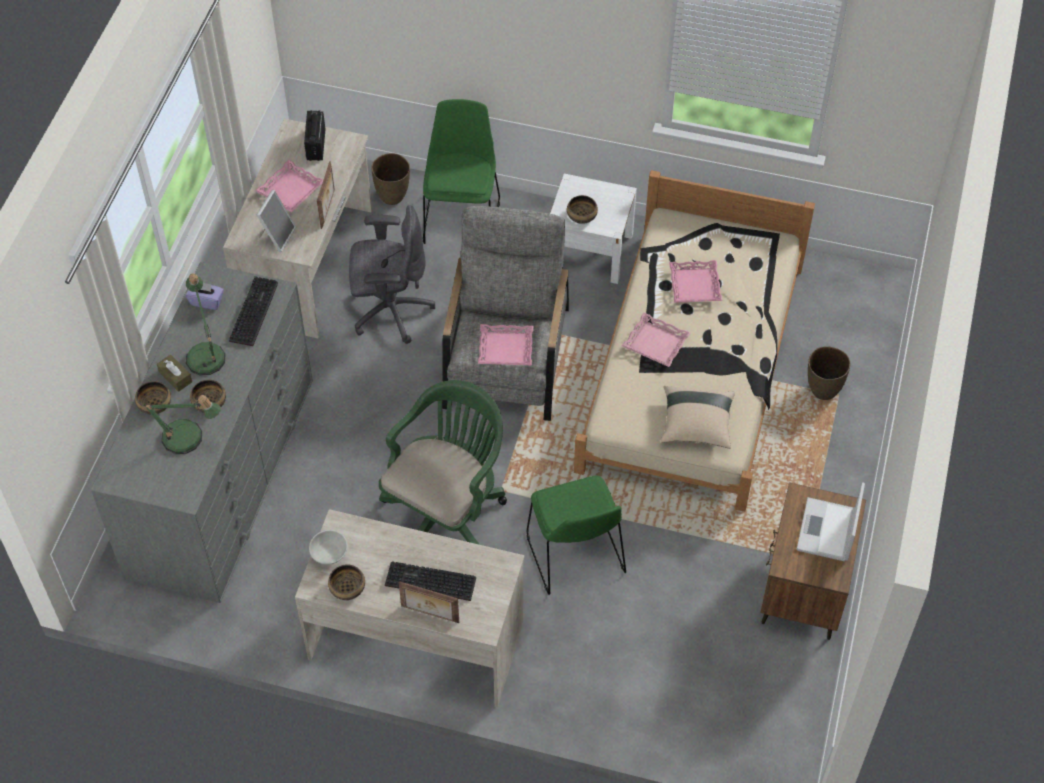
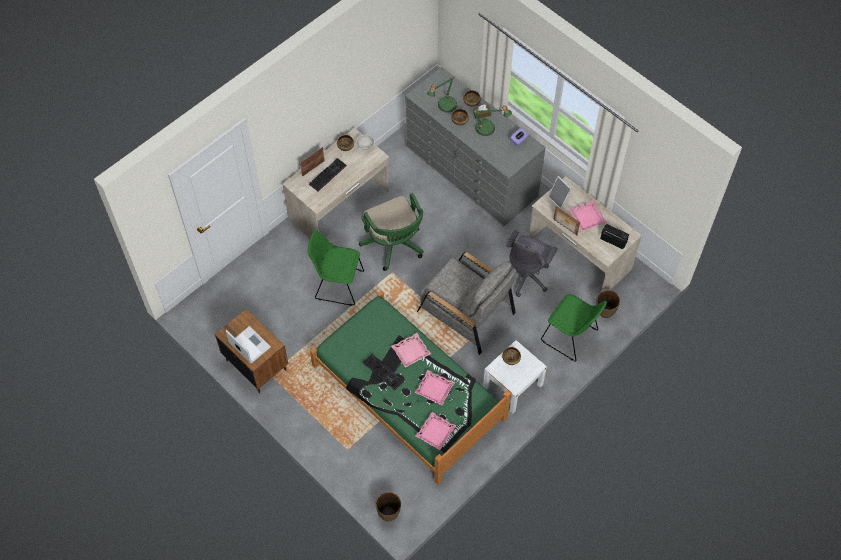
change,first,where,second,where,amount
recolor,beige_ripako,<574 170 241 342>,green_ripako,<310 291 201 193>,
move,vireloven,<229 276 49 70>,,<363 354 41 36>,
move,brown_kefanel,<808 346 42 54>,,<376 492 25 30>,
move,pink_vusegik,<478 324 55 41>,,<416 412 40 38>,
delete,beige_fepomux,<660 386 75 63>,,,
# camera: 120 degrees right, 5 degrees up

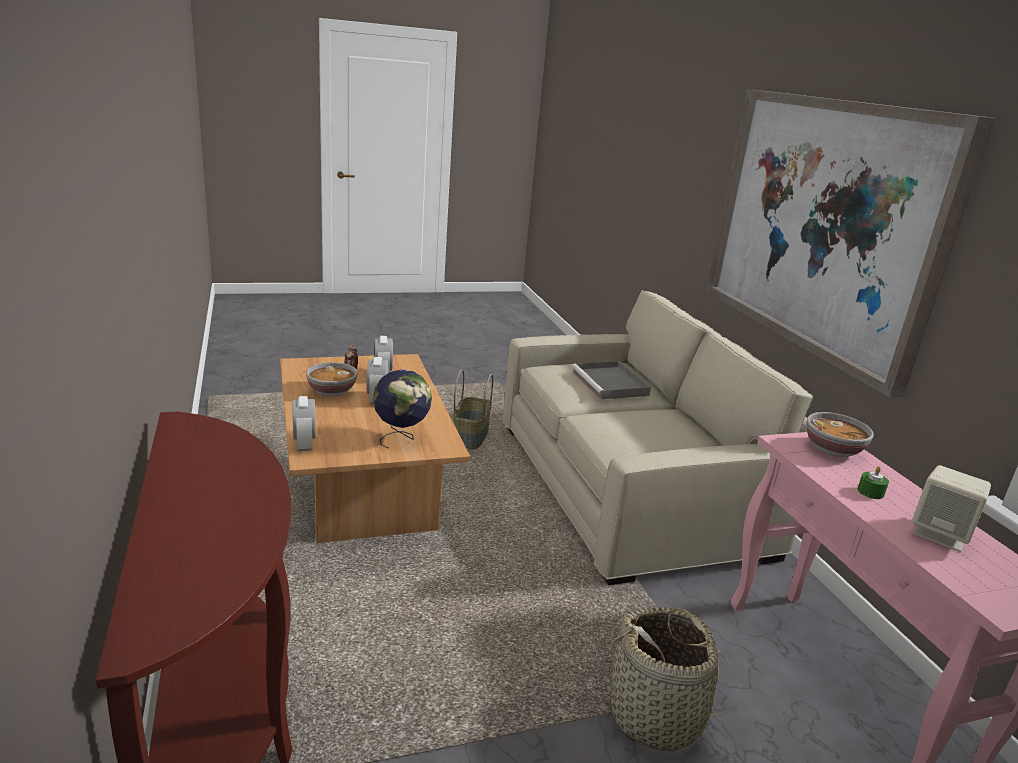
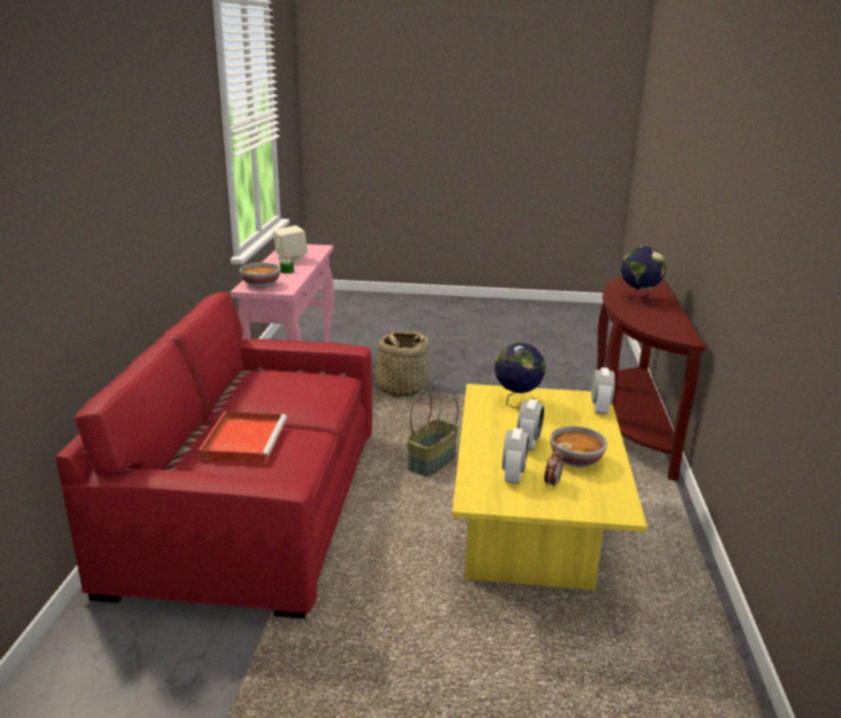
change,first,where,second,where,amount
recolor,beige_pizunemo,<503 290 310 295>,red_pizunemo,<56 292 316 327>,
recolor,grey_vusegik,<572 361 79 39>,red_vusegik,<199 411 88 53>,
move,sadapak,<453 369 40 80>,,<407 389 52 87>,
recolor,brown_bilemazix,<280 354 190 189>,yellow_bilemazix,<452 384 195 206>,
insert,,,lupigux,<621 246 45 60>,
delete,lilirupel,<706 89 289 309>,,,
# camera: 155 degrees left, 0 degrees up

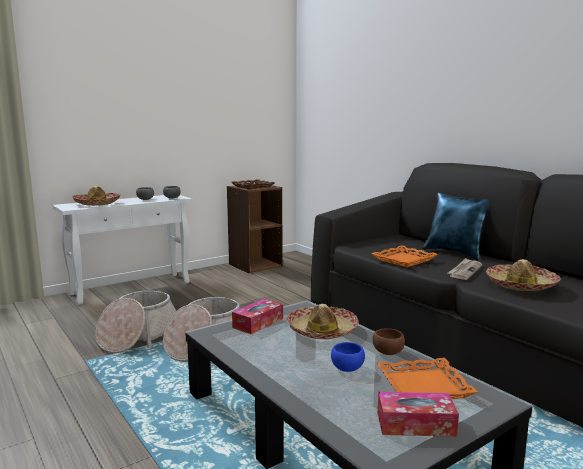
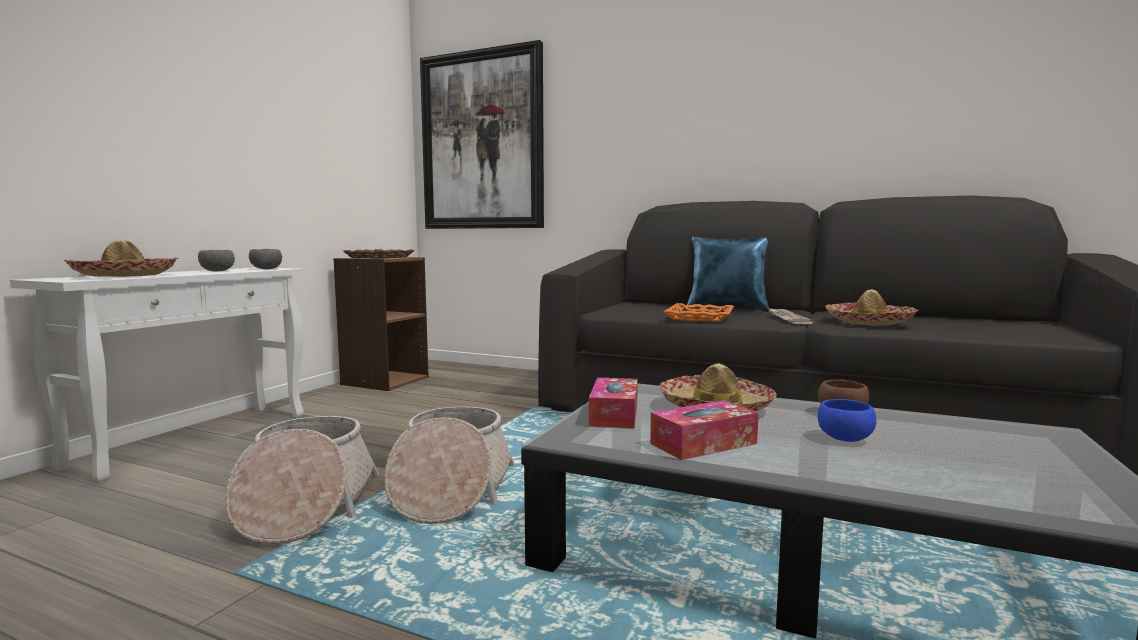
change,first,where,second,where,amount
insert,,,lilirupel,<420 40 124 189>,
move,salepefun,<378 392 81 45>,,<650 400 109 60>,
delete,orange_vusegik,<377 358 101 41>,,,
# camera: 30 degrees left, 5 degrees down

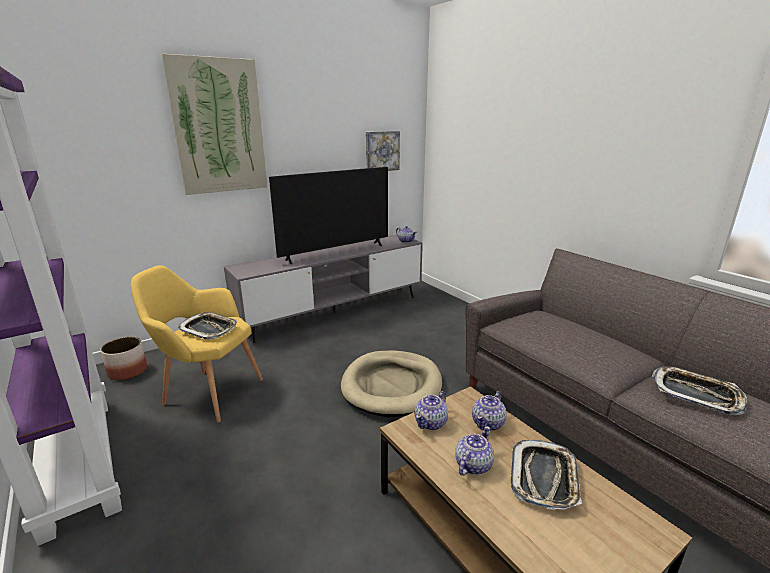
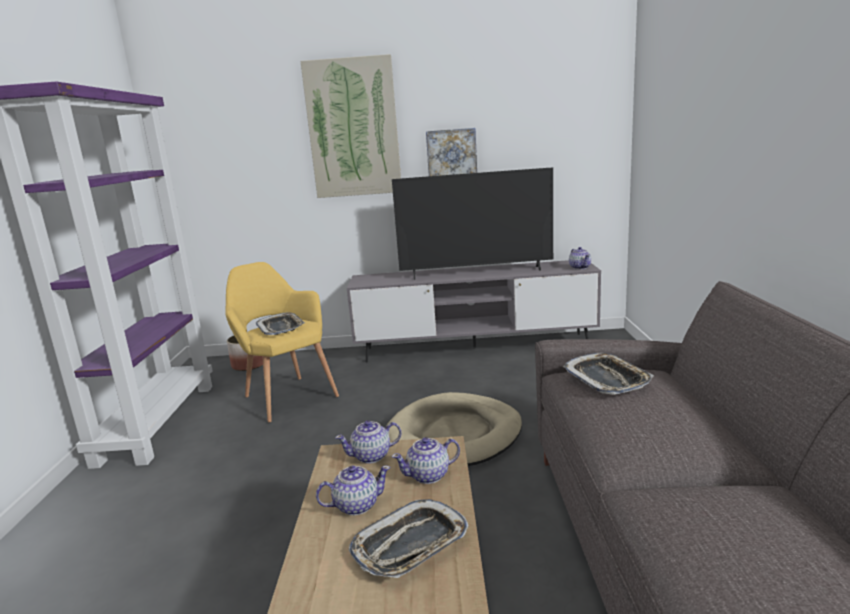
change,first,where,second,where,amount
move,lilirupel,<366 131 34 40>,,<426 128 51 48>,
move,vusegik,<652 366 95 49>,,<563 353 91 42>,
# camera: 35 degrees right, 5 degrees down

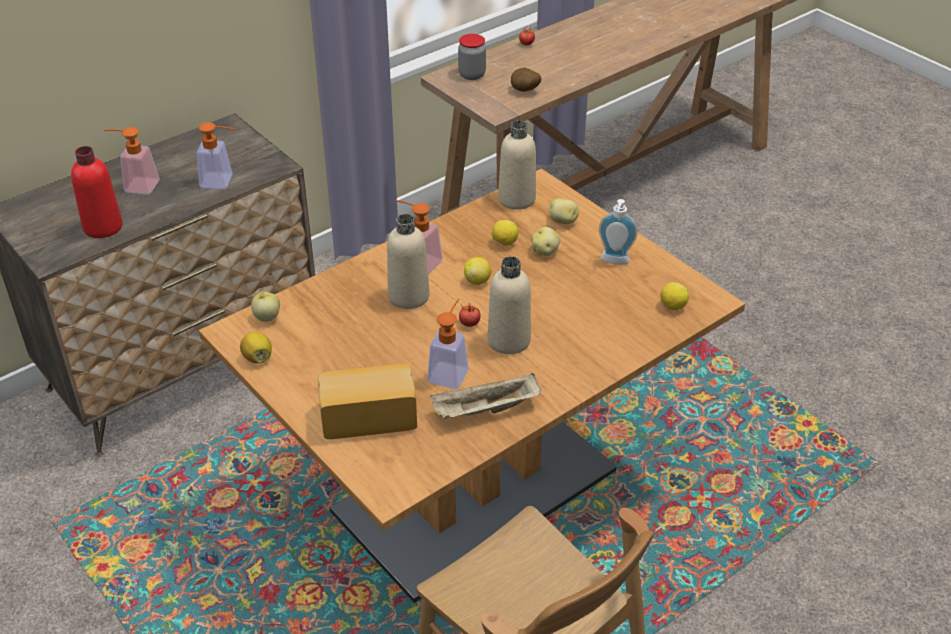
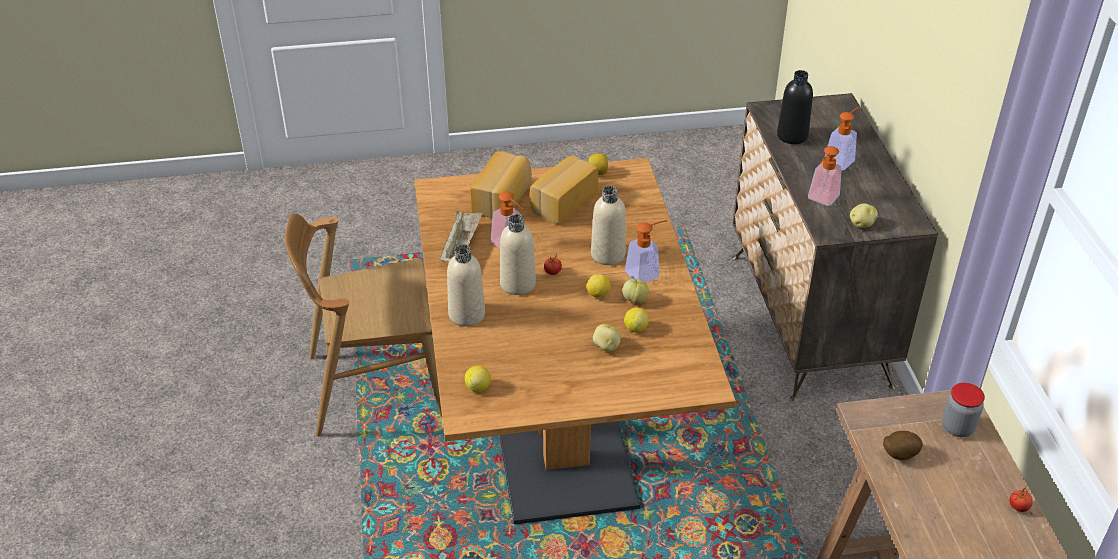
change,first,where,second,where,amount
move,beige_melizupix,<498 121 38 89>,,<447 244 38 83>,
insert,,,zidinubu,<529 156 70 68>,
move,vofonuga,<251 291 29 31>,,<623 279 26 25>,
recolor,red_melizupix,<71 146 52 92>,black_melizupix,<777 70 36 74>,
move,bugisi,<549 198 30 26>,,<850 203 28 25>,
delete,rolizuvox,<599 199 39 66>,,,
# camera: 120 degrees right, 0 degrees up

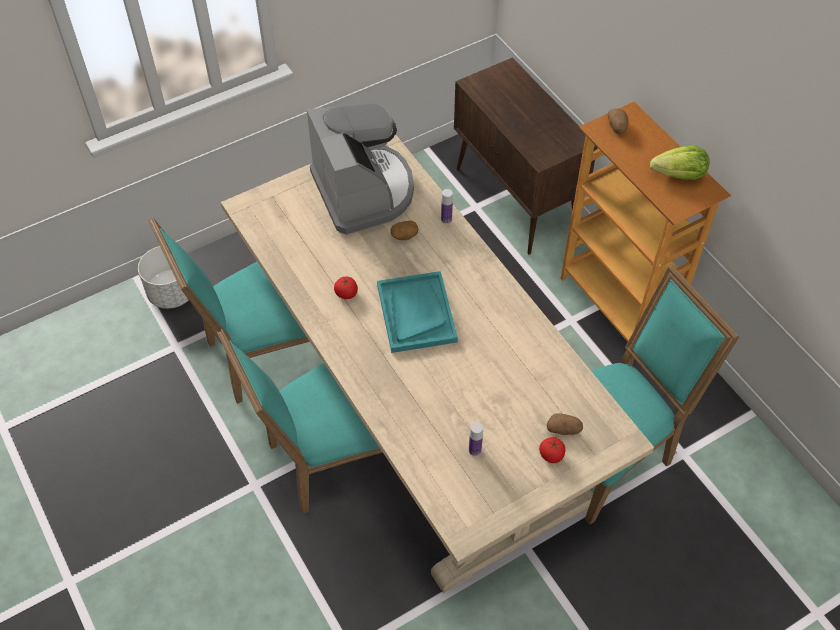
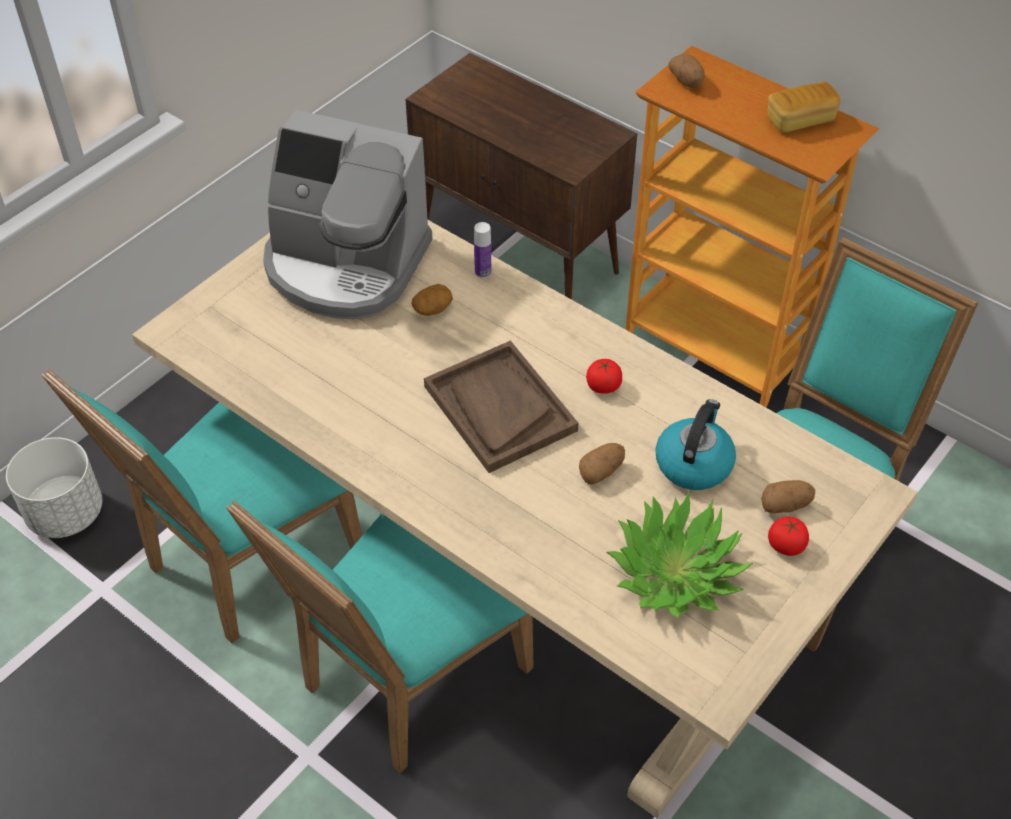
change,first,where,second,where,amount
rotate,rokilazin,<307 104 107 131>,,<263 110 169 210>,150 degrees clockwise
recolor,turquoise_vusegik,<377 271 81 82>,brown_vusegik,<424 340 154 133>,
insert,,,bugisi,<579 443 46 41>,
move,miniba,<334 277 24 22>,,<586 359 36 35>,
replace,melizupix,<469 422 14 34>,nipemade,<606 492 147 126>,
insert,,,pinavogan,<656 399 80 91>,
replace,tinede,<650 146 59 34>,zidinubu,<768 82 73 50>,
# camera: 20 degrees left, 5 degrees down

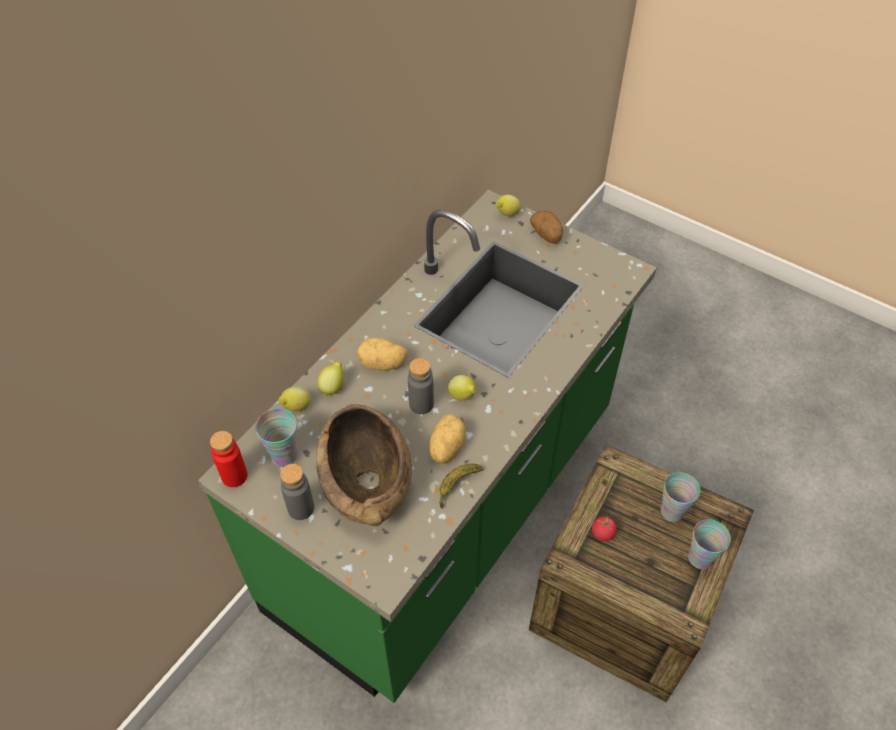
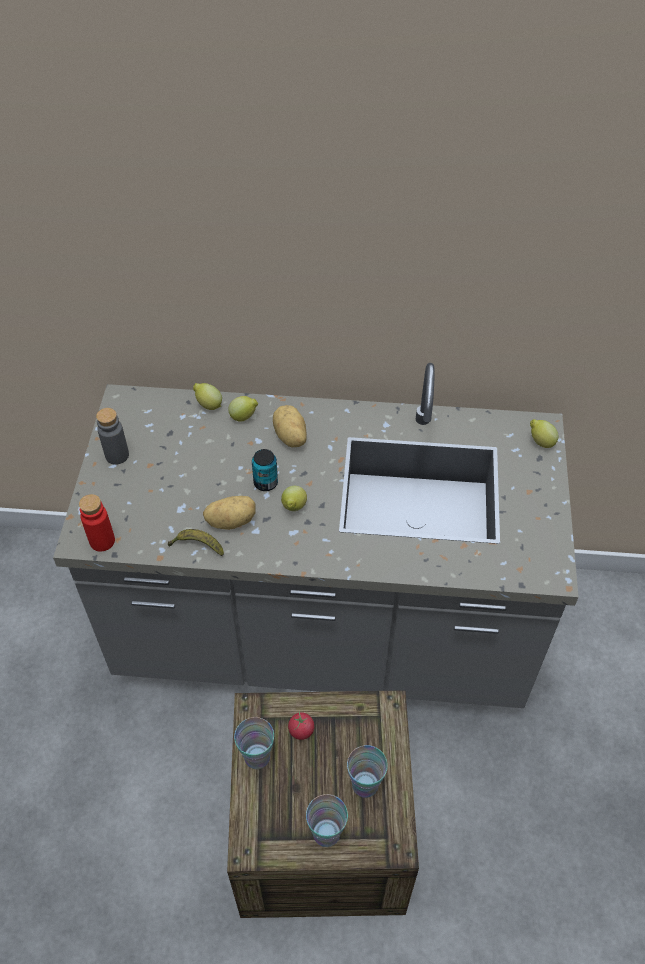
change,first,where,second,where,amount
recolor,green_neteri,<197 190 460 513>,grey_neteri,<53 363 526 345>,
move,red_melizupix,<210 431 38 56>,,<79 494 36 58>,
move,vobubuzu,<255 409 43 58>,,<234 717 40 52>,
replace,grey_melizupix,<408 358 26 56>,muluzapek,<252 449 26 42>,
delete,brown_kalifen,<316 404 96 122>,,,
delete,bugisi,<530 210 33 34>,,,
# camera: 60 degrees right, 0 degrees up

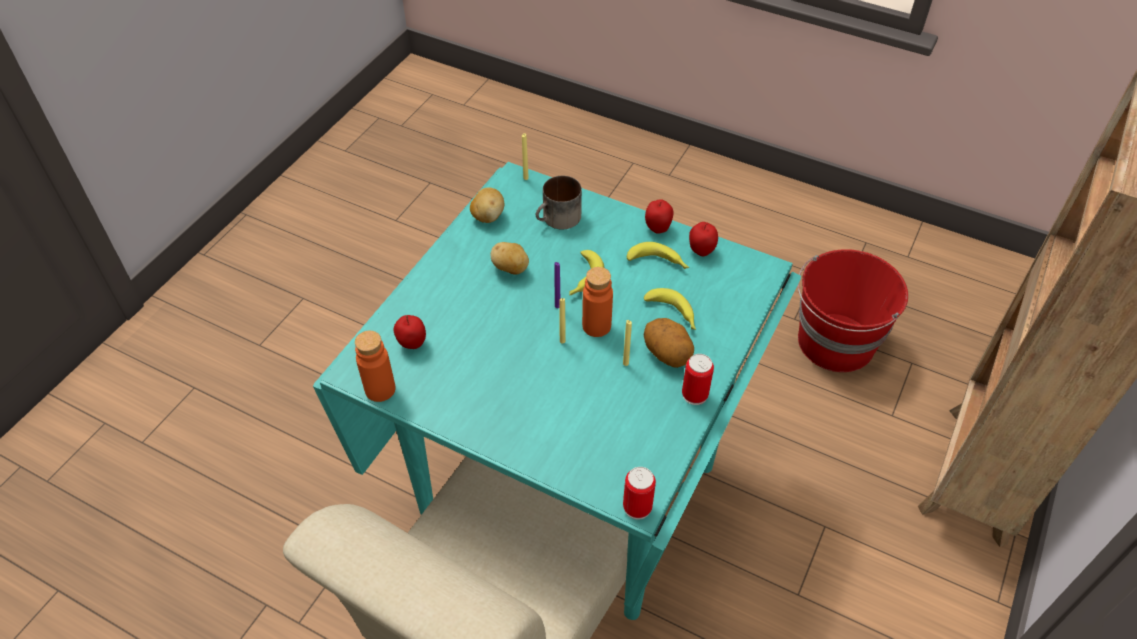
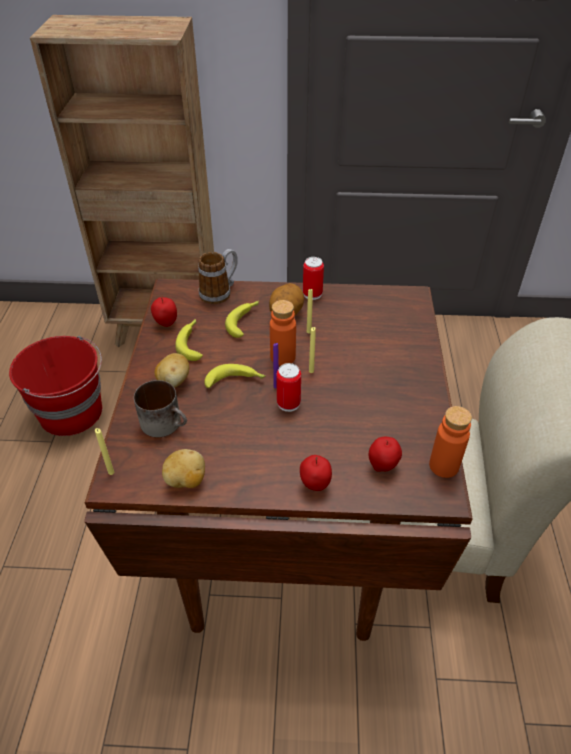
change,first,where,second,where,amount
recolor,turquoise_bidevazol,<313 162 488 458>,brown_bidevazol,<84 279 389 362>,
move,bugisi,<491 242 38 33>,,<154 353 35 35>,
insert,,,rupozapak,<198 249 40 55>,
move,muluzapek,<623 467 33 53>,,<276 363 25 49>,
move,vofonuga,<645 199 29 35>,,<300 455 32 36>,
# camera: 115 degrees left, 5 degrees down

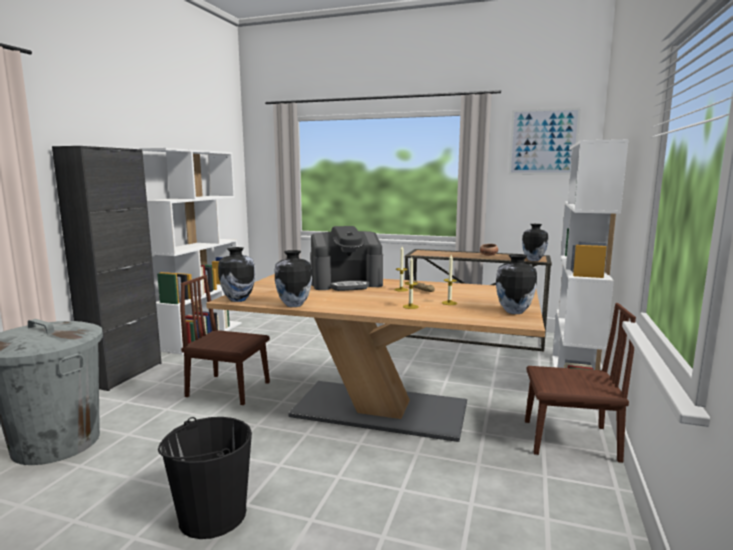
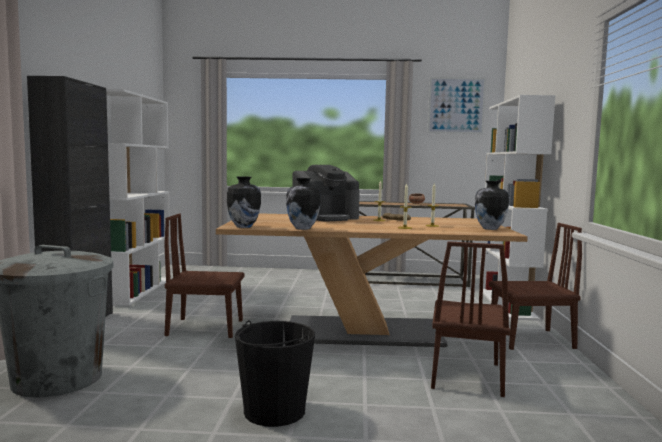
change,first,where,second,where,amount
insert,,,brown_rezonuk,<431 241 79 156>,
delete,kefanel,<522 224 26 37>,,,
# camera: 15 degrees left, 5 degrees down

